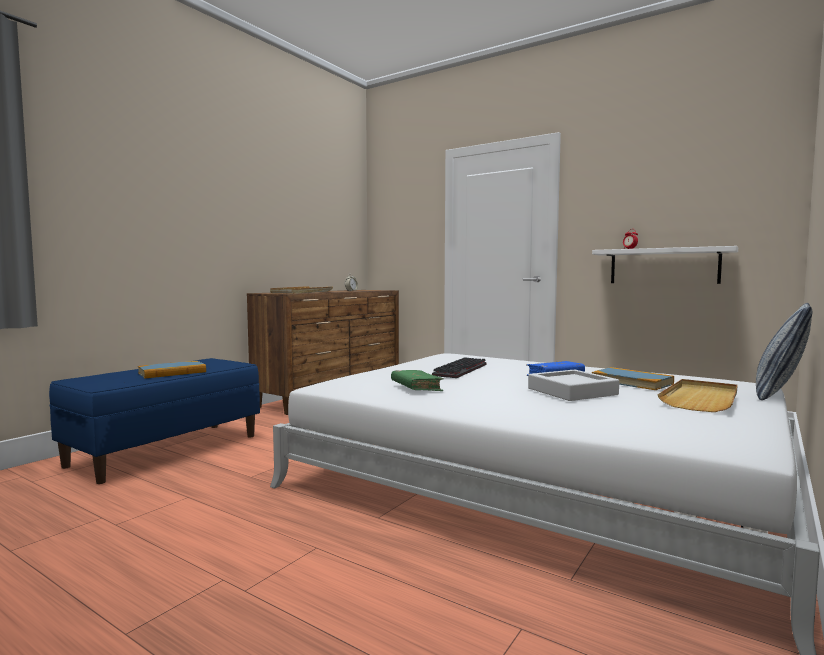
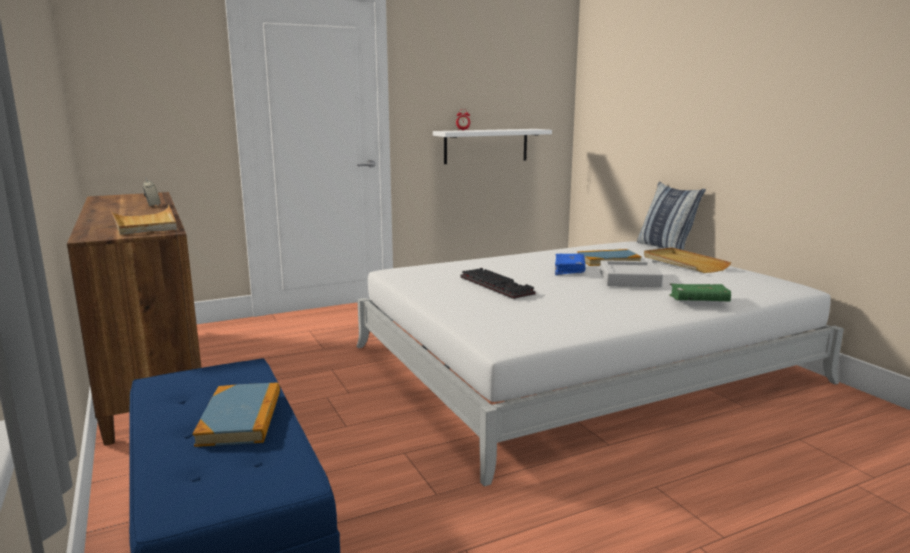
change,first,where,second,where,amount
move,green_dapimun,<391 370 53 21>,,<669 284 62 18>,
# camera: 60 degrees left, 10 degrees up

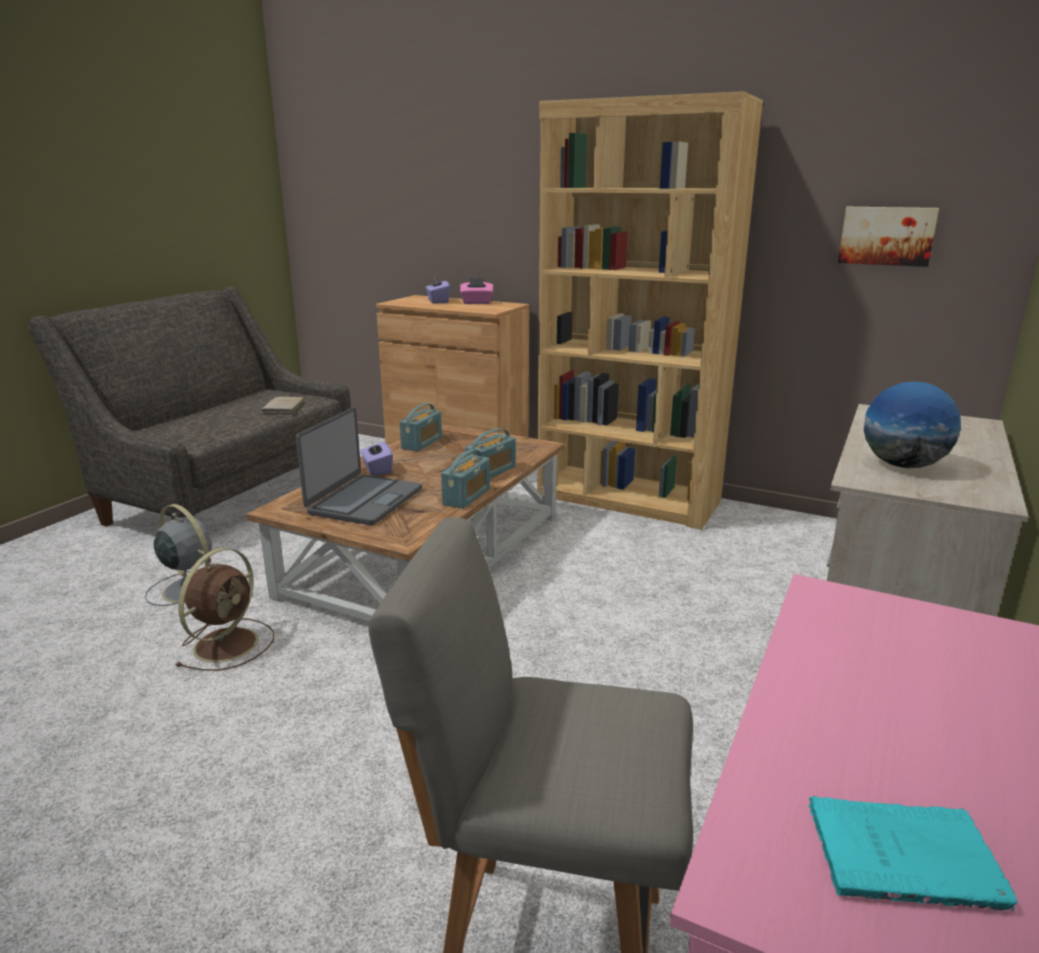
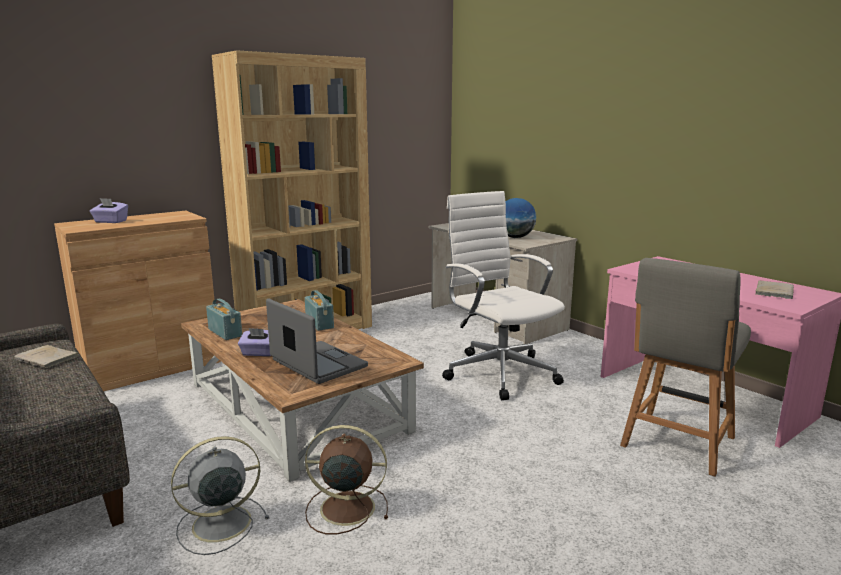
change,first,where,second,where,amount
rotate,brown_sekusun,<175 548 99 123>,,<305 425 83 109>,45 degrees counterclockwise
insert,,,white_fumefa,<442 191 123 209>,
recolor,turquoise_dapimun,<808 796 210 115>,beige_dapimun,<755 281 39 18>,
delete,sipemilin,<441 449 49 60>,,,
delete,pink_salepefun,<460 277 33 27>,,,
delete,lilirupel,<838 207 101 60>,,,
# camera: 65 degrees left, 5 degrees down

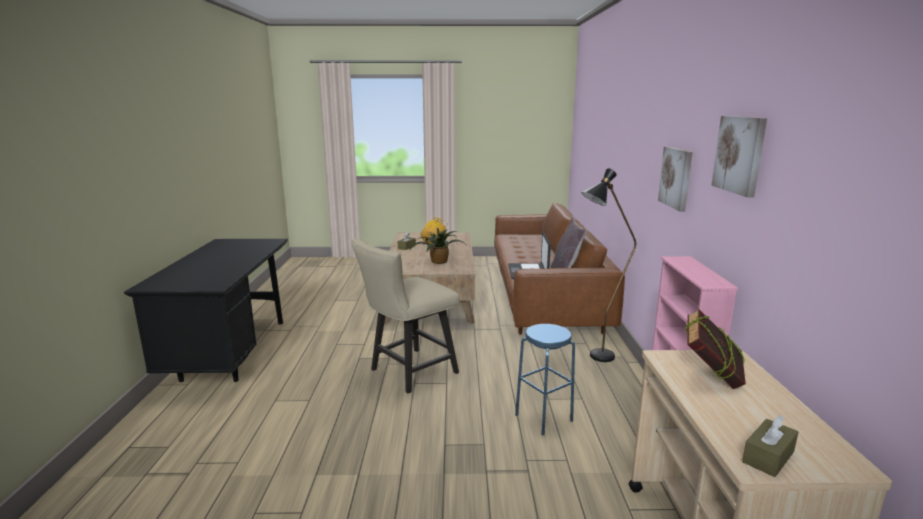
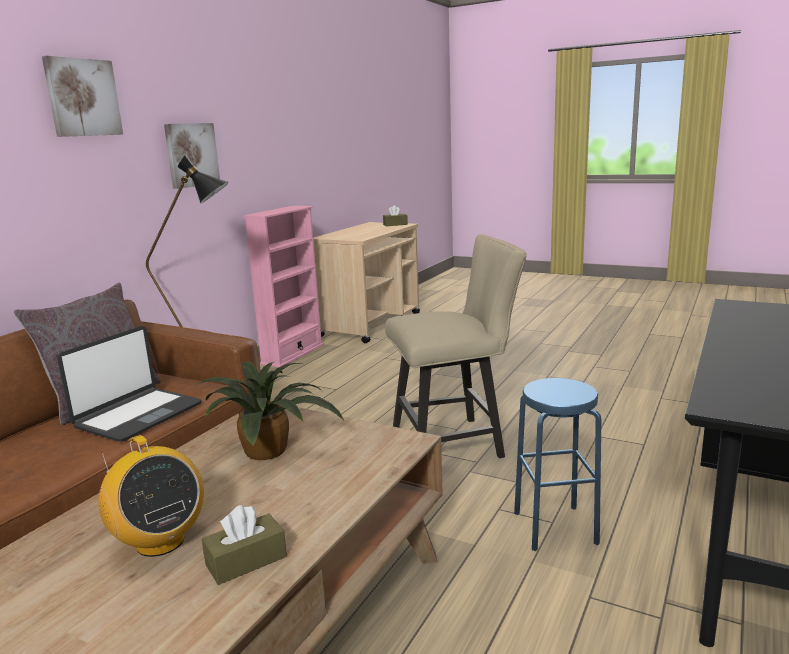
change,first,where,second,where,amount
move,lilirupel,<711 116 56 82>,,<42 56 81 81>,
move,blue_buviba,<515 324 60 111>,,<514 378 87 173>,
delete,dapimun,<686 309 60 80>,,,
# camera: 150 degrees left, 0 degrees up

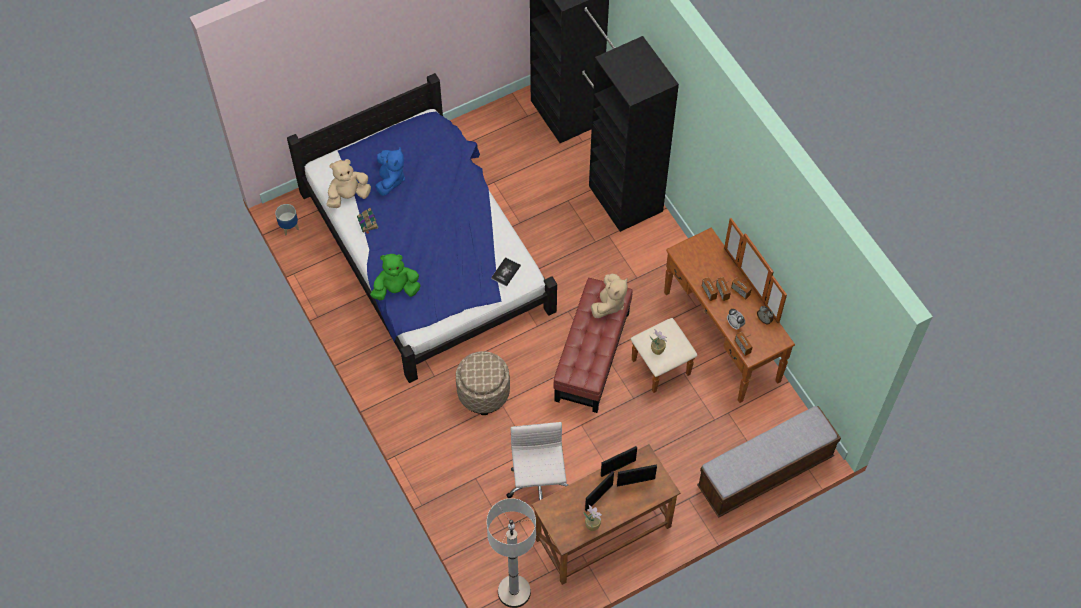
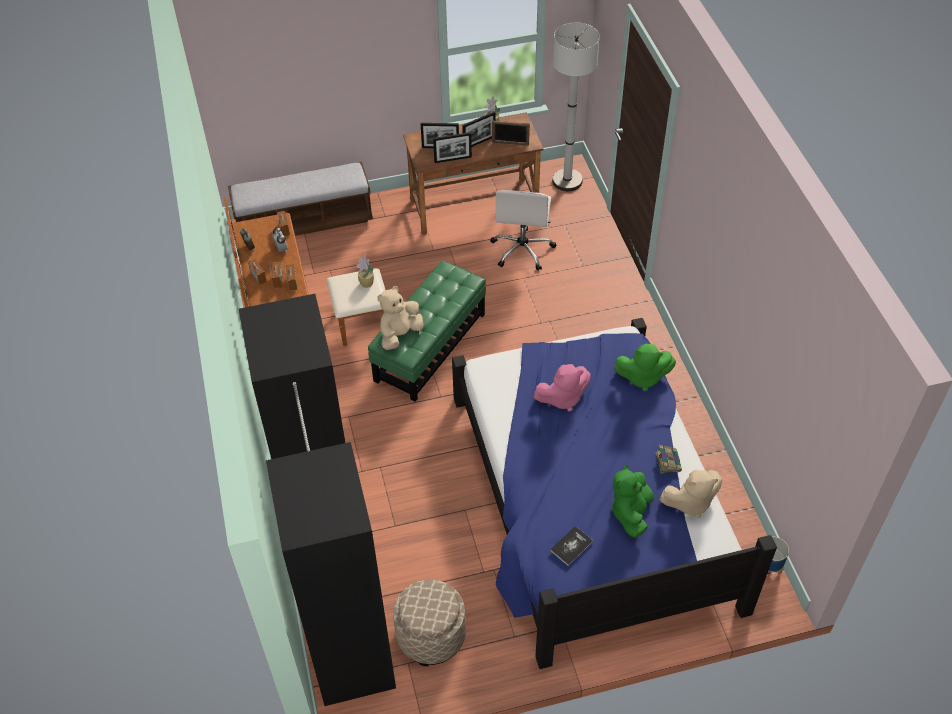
change,first,where,second,where,amount
recolor,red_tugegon,<553 278 80 135>,green_tugegon,<368 260 118 142>,
move,beige_tugegon,<456 351 54 64>,,<393 580 73 86>,
insert,,,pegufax,<492 120 38 26>,
insert,,,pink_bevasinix,<533 364 58 47>,
move,dapimun,<491 257 30 30>,,<550 526 44 40>,
recolor,blue_bevasinix,<375 147 30 49>,green_bevasinix,<611 465 43 73>,
# camera: 165 degrees left, 10 degrees down

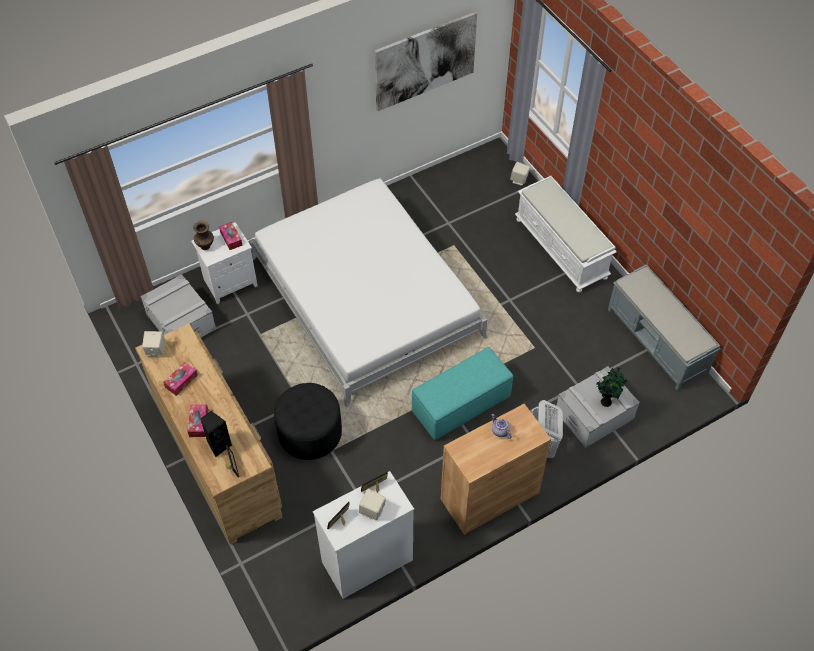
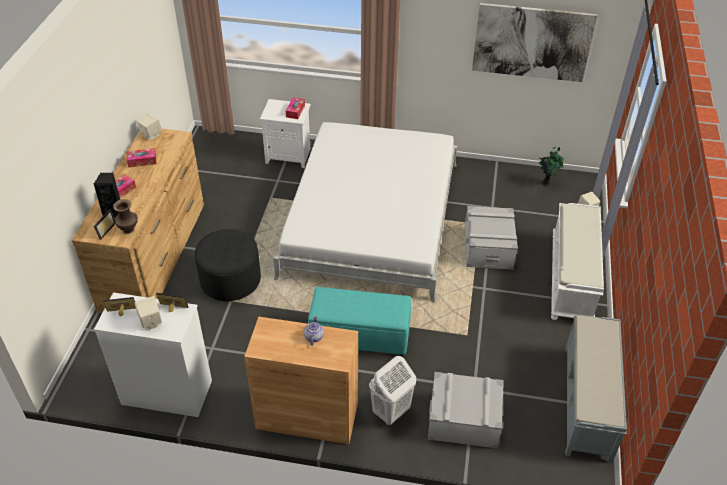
change,first,where,second,where,amount
move,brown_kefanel,<193 221 21 29>,,<113 199 25 35>,
move,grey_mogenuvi,<140 274 76 63>,,<465 206 53 64>,
move,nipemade,<596 368 31 39>,,<539 147 25 40>,
# camera: 40 degrees right, 10 degrees down

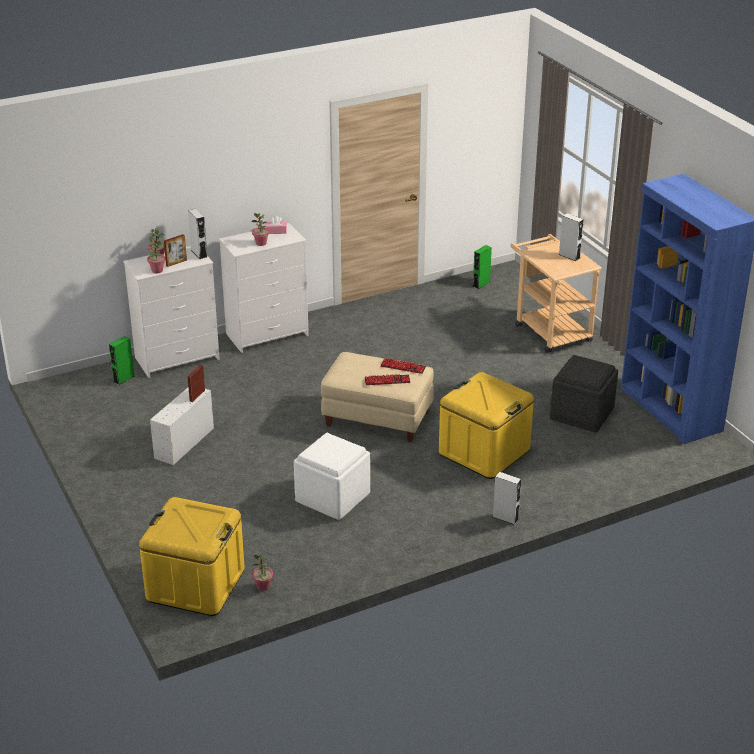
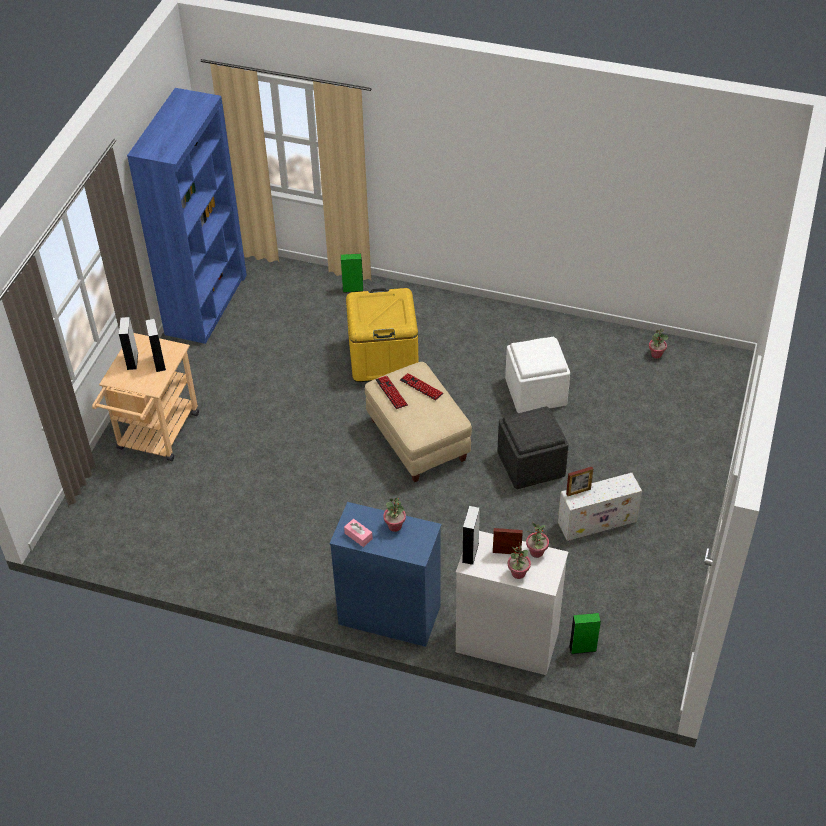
change,first,where,second,where,amount
move,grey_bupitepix,<493 472 28 53>,,<145 319 21 53>,
recolor,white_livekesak,<219 223 90 130>,blue_livekesak,<330 502 111 145>,
move,green_bupitepix,<473 245 19 44>,,<341 254 23 39>,
move,grey_tugegon,<549 355 69 77>,,<498 406 71 83>,
delete,yellow_mogenuvi,<139 497 106 119>,,,
# camera: 135 degrees left, 15 degrees up

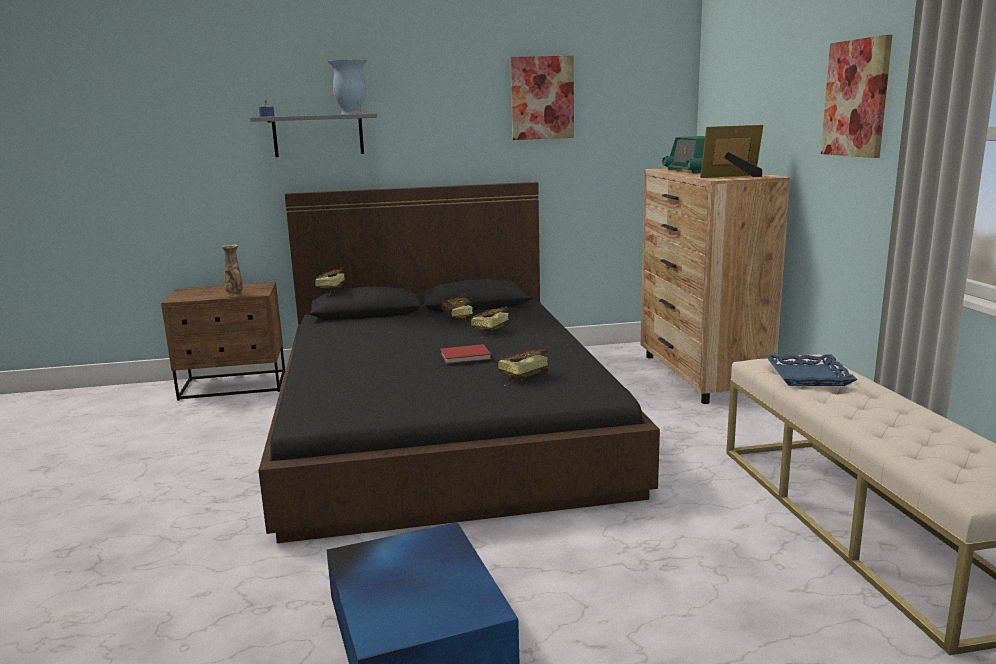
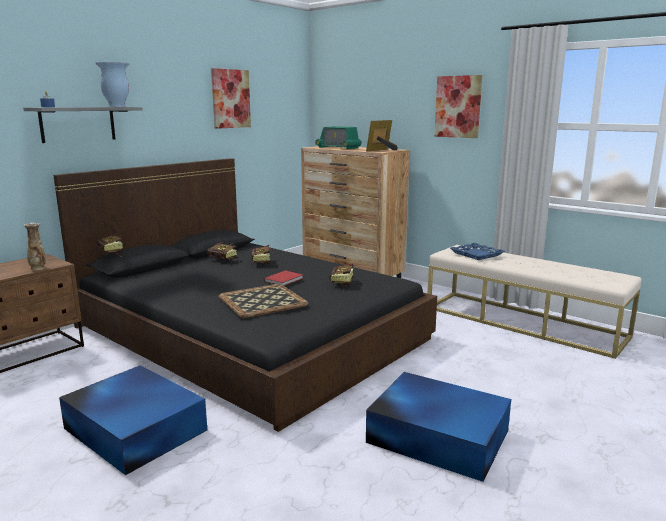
change,first,where,second,where,amount
insert,,,blue_mogenuvi,<59 365 148 110>,
insert,,,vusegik,<218 284 90 34>,
# camera: 40 degrees left, 0 degrees up

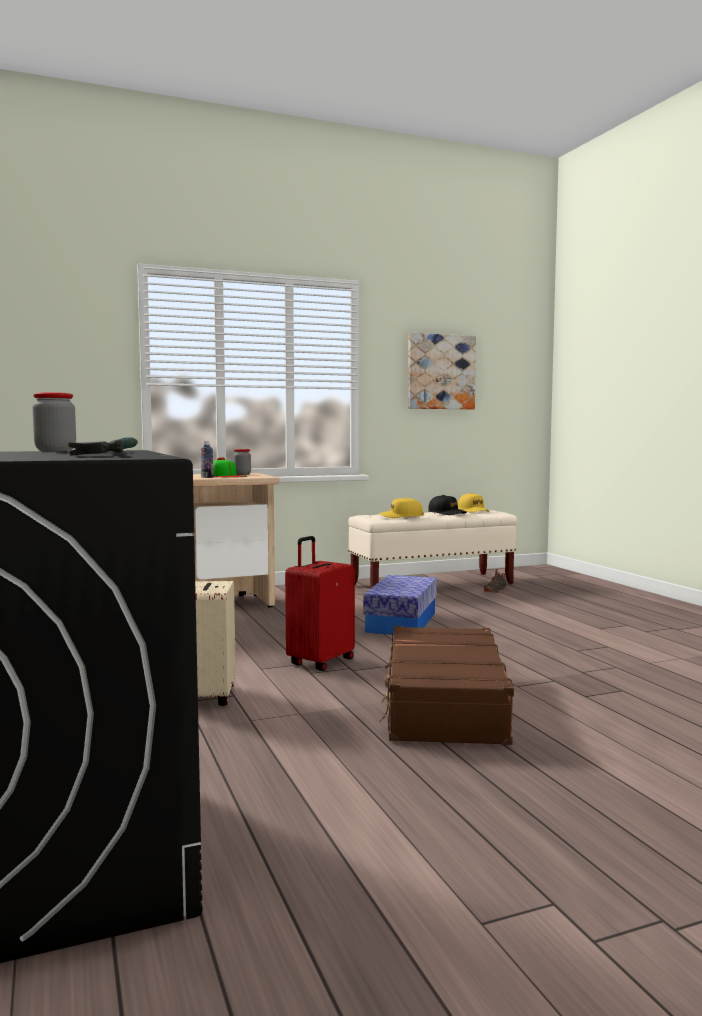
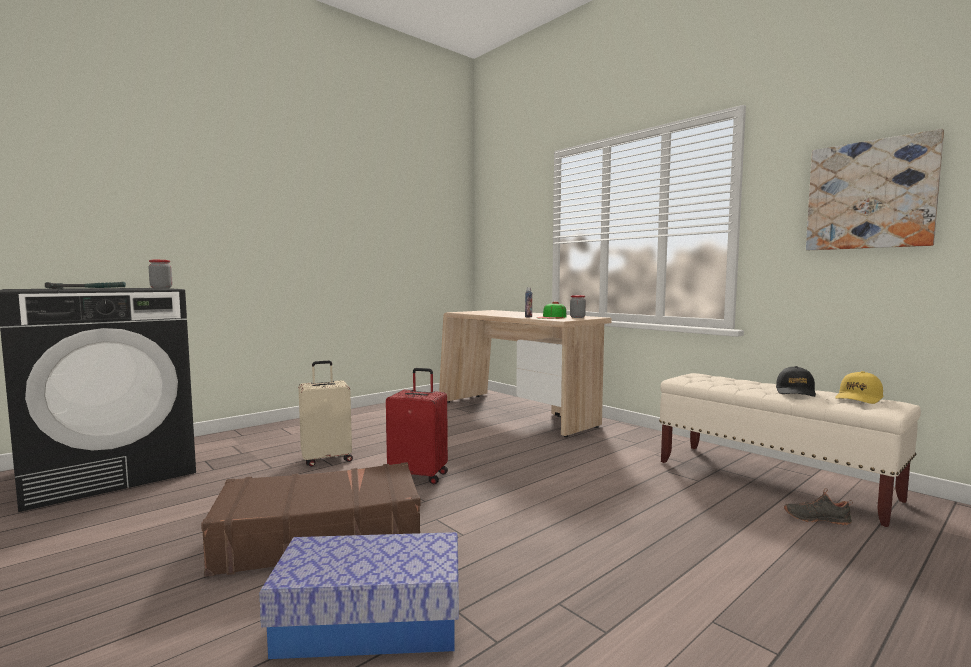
change,first,where,second,where,amount
move,mogenuvi,<363 575 74 60>,,<259 532 200 127>,
delete,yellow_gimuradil,<379 498 45 20>,,,
# camera: 70 degrees right, 0 degrees up

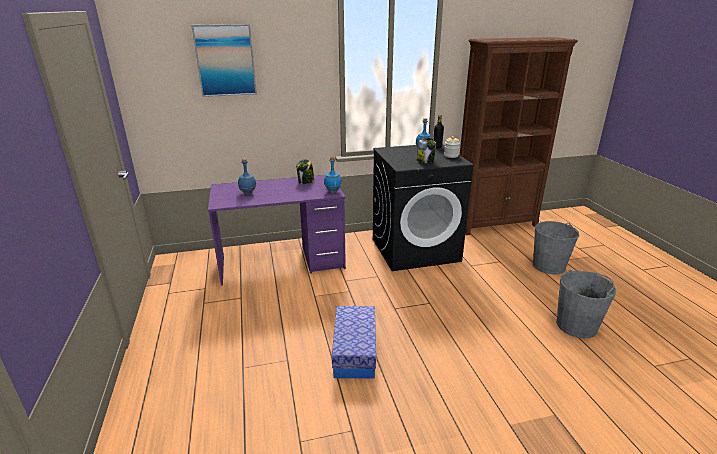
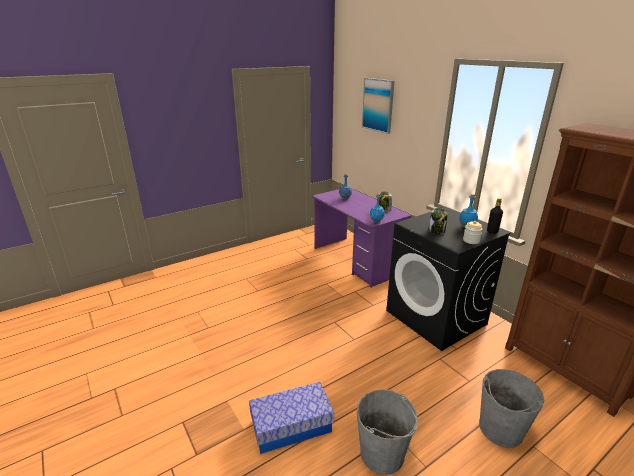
change,first,where,second,where,amount
move,mogenuvi,<332 306 44 73>,,<249 382 85 72>,
# camera: 70 degrees right, 0 degrees up

